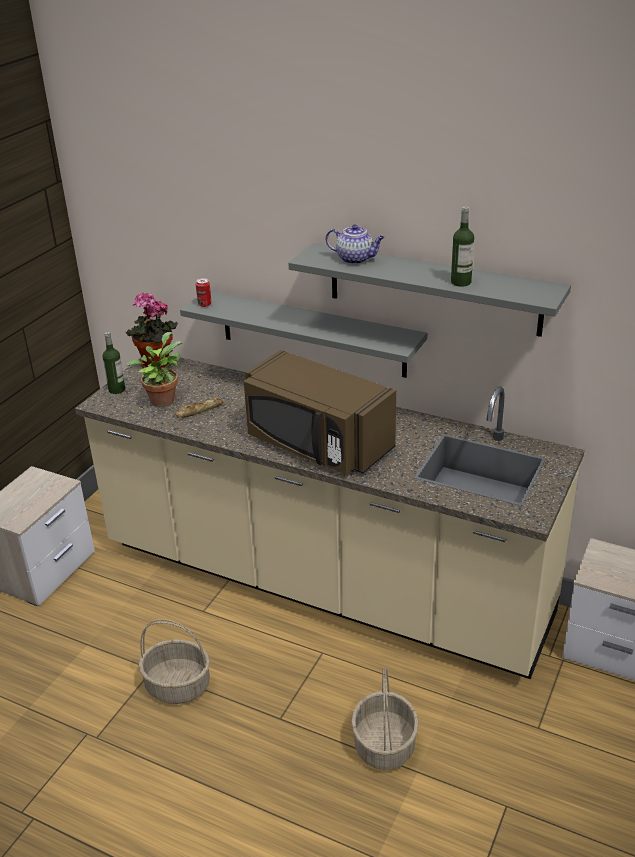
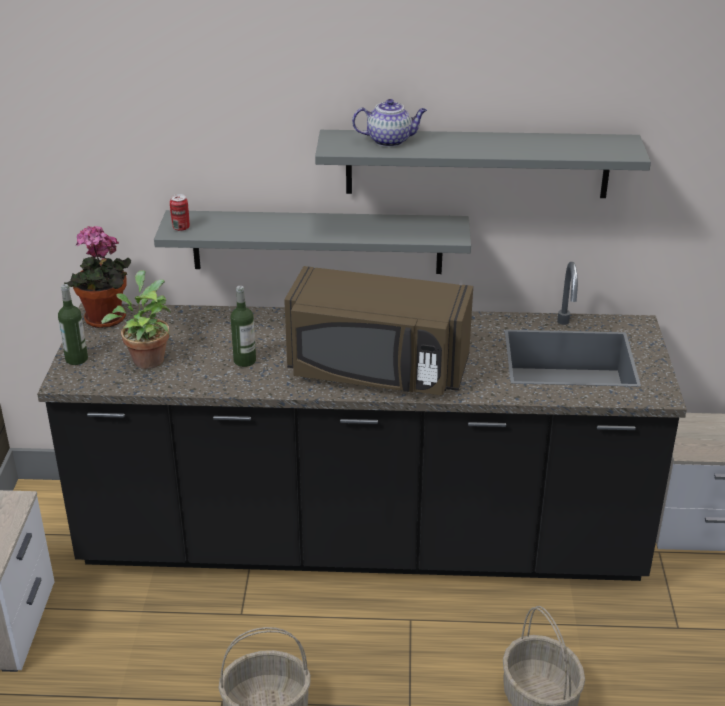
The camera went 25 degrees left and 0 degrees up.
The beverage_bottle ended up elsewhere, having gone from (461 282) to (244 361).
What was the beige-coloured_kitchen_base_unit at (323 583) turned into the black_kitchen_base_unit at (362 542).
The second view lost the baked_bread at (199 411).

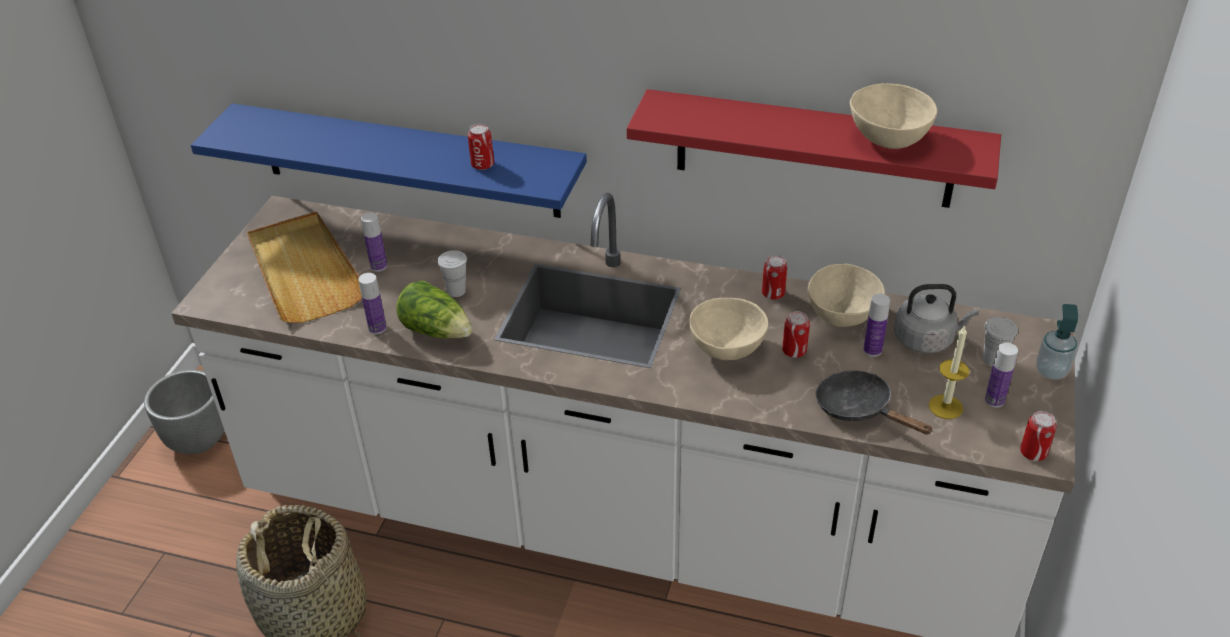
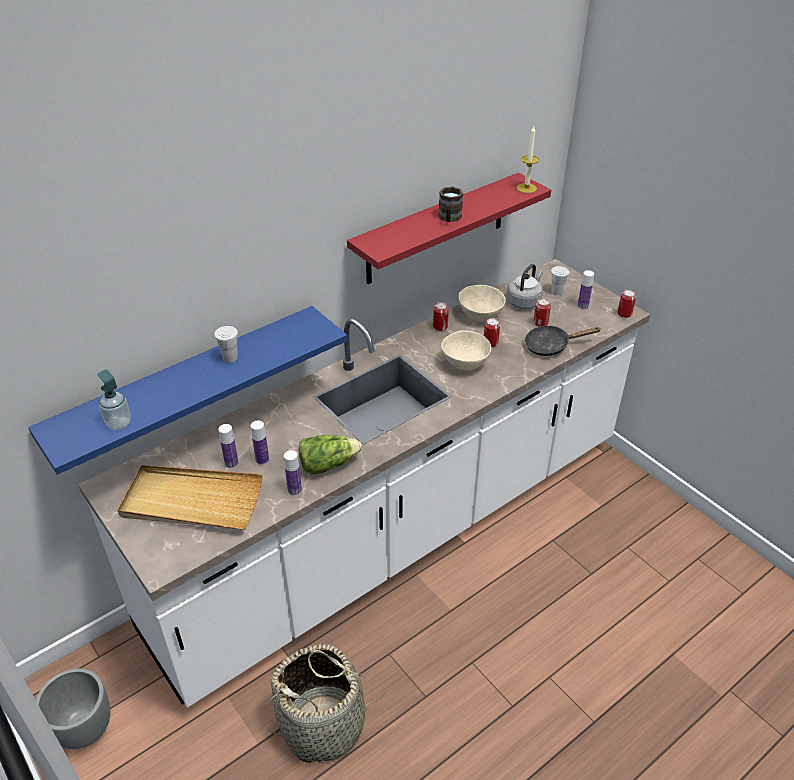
The camera went 55 degrees left and 0 degrees up.
The second view lost the beige-coloured_bowl at (888 138).
The sealed_can ended up elsewhere, having gone from (482 165) to (540 323).
The white_cup ended up elsewhere, having gone from (456 291) to (230 358).
The beverage_bottle ended up elsewhere, having gone from (872 350) to (262 460).
The soap_bottle ended up elsewhere, having gone from (1051 371) to (119 423).
The wax_candle ended up elsewhere, having gone from (945 407) to (526 188).
The second view gained the brown_coffee_mug at (449 218).

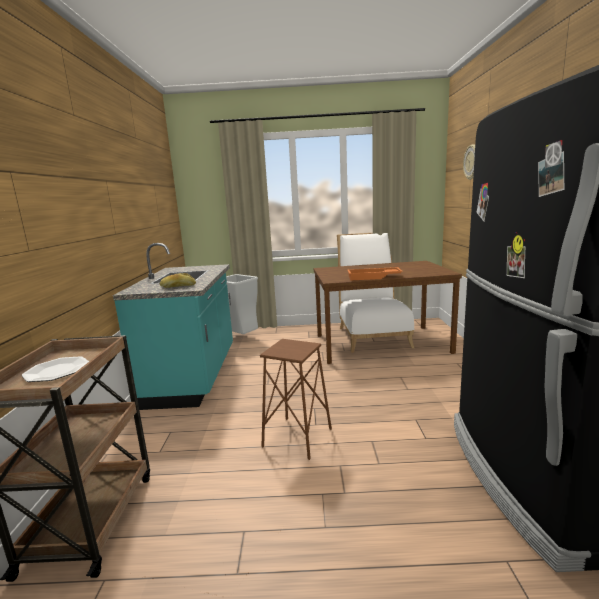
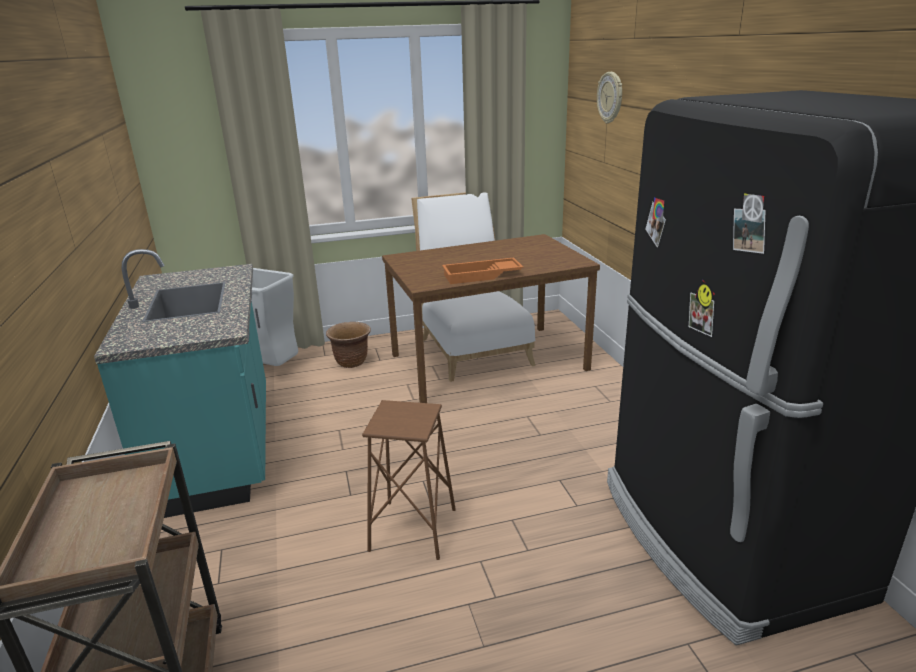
The camera went 15 degrees left and 10 degrees up.
The second view lost the baked_bread at (178 286).
The second view lost the flat_dish at (57 371).
The second view gained the brown_flower_pot at (352 362).

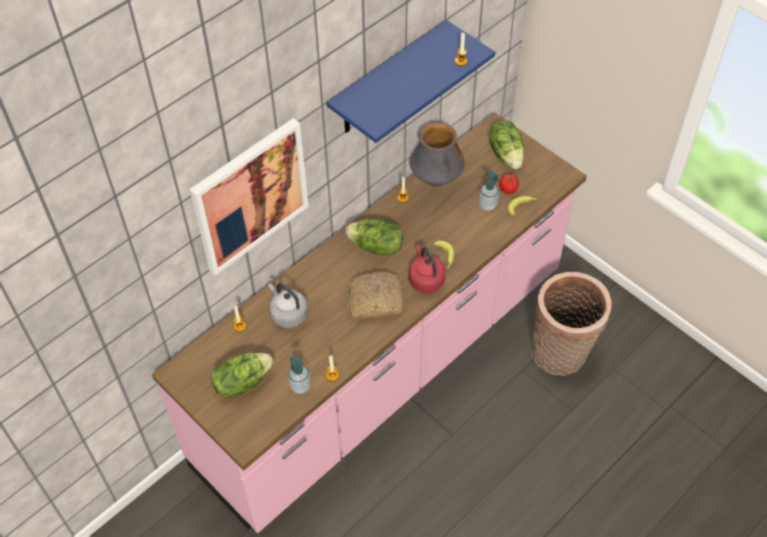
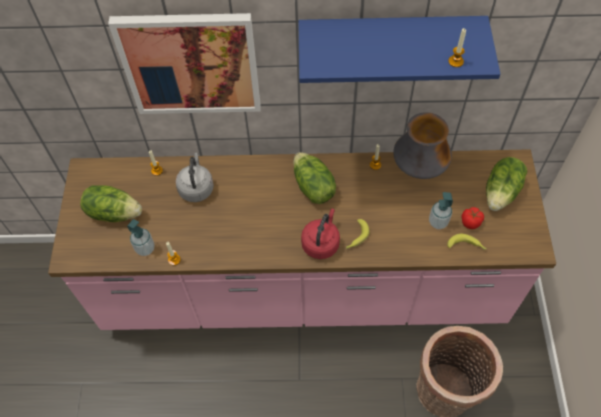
The camera went 45 degrees right and 5 degrees up.
The second view lost the baked_bread at (375 301).

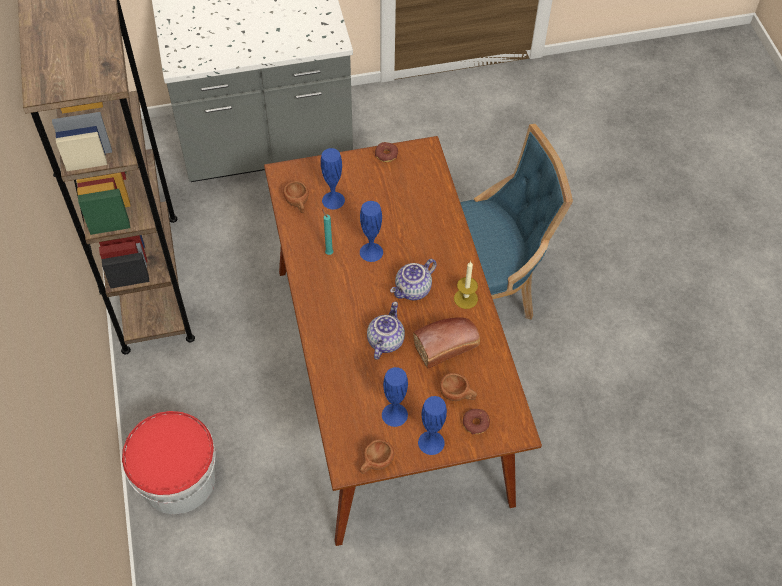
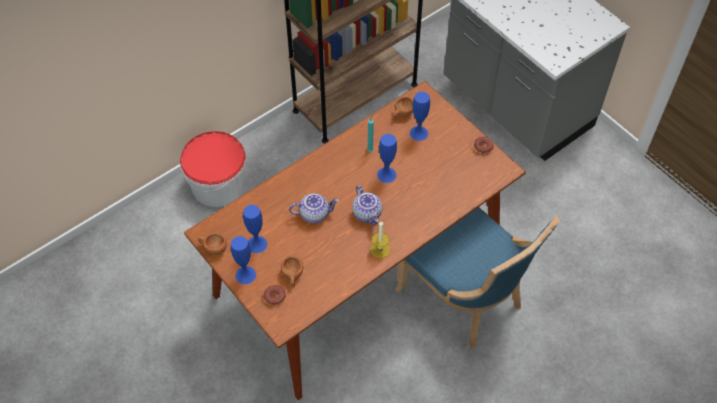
The camera went 65 degrees right and 0 degrees up.
The tea_pot at (413 290) ended up facing another way, 135 degrees counterclockwise from before.
The second view lost the baked_bread at (448 346).

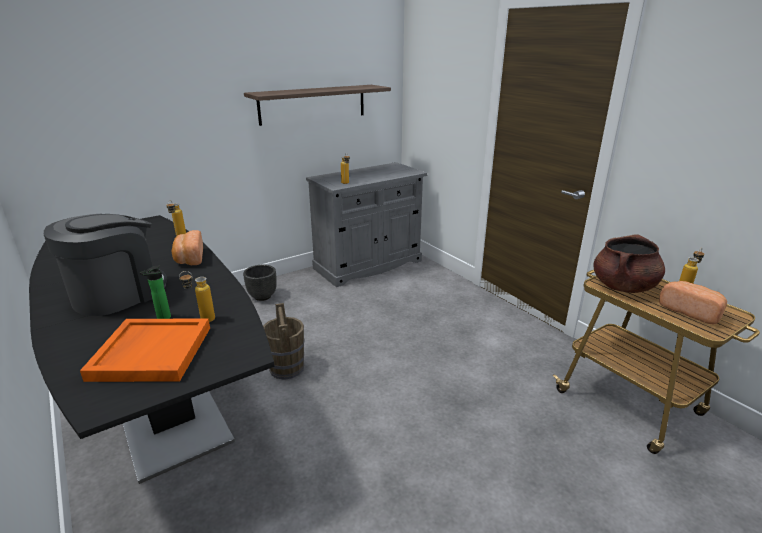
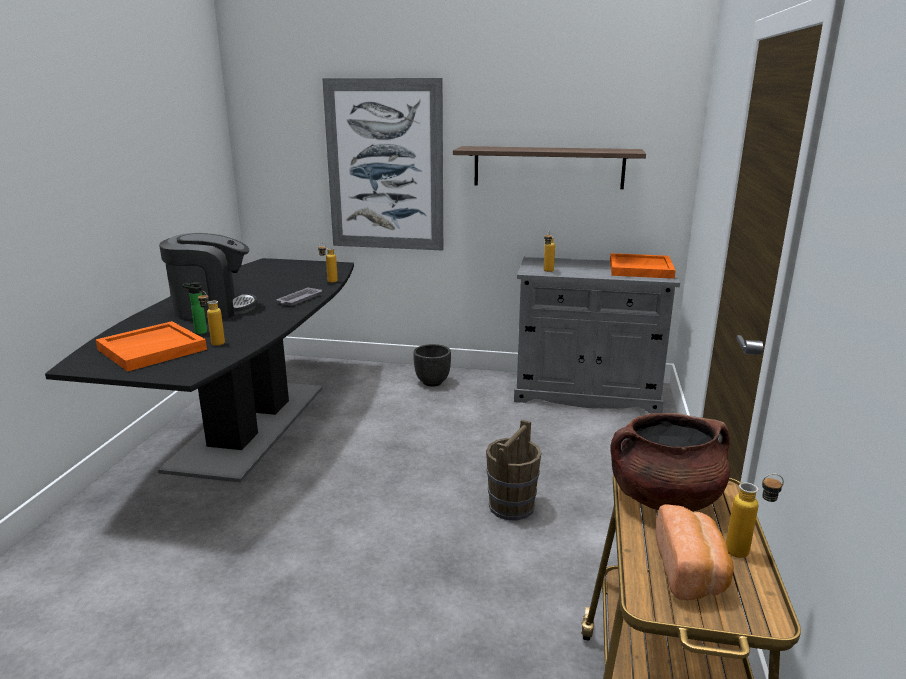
The camera went 45 degrees right and 5 degrees down.
Where the baked_bread stood at (189 258), the gray_tray came to stand at (299 300).
The brown_bucket ended up elsewhere, having gone from (287 368) to (512 506).
The second view gained the wall_art at (385 166).
The second view gained the orange_tray at (640 269).

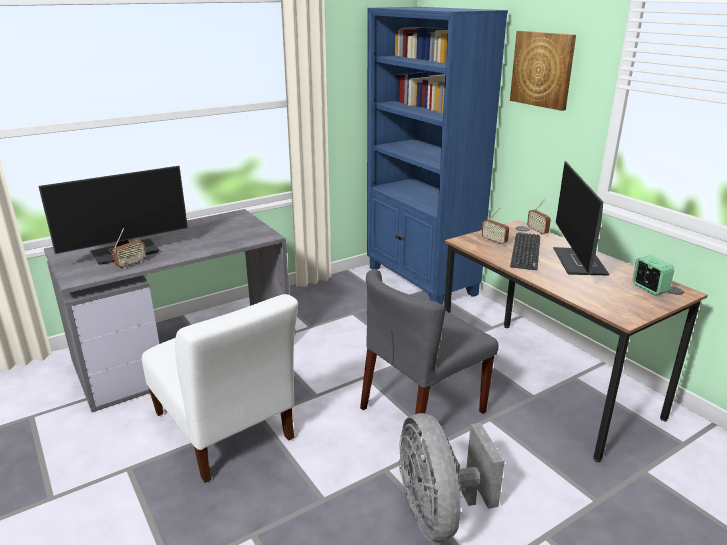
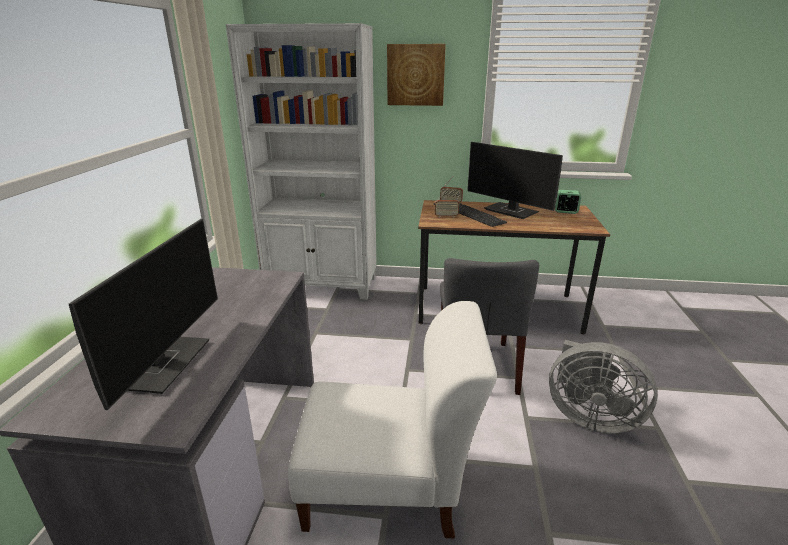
The camera went 50 degrees left and 0 degrees up.
What was the blue_bookcase at (421 281) turned into the white_bookcase at (322 286).
The second view lost the radio at (131 264).

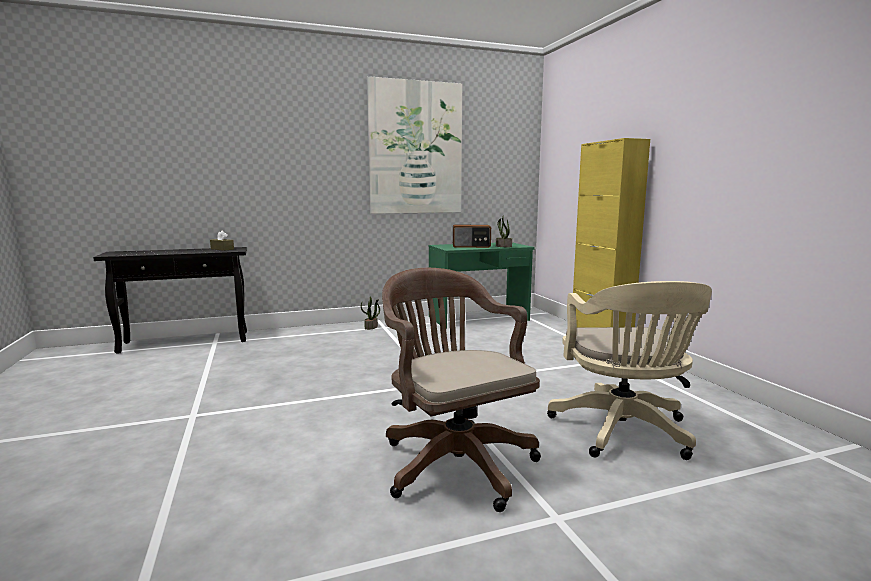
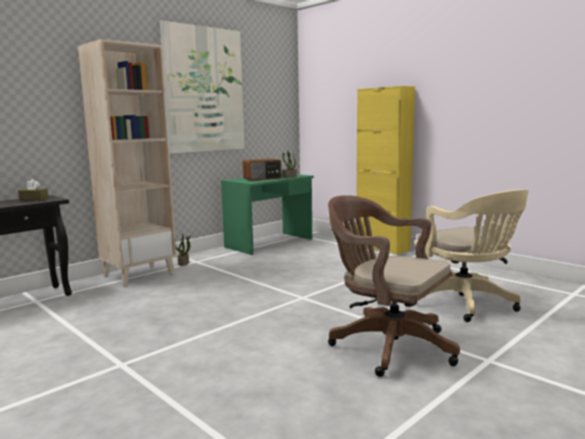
The camera went 25 degrees left and 0 degrees up.
The second view gained the beige-coloured_bookcase at (139 274).

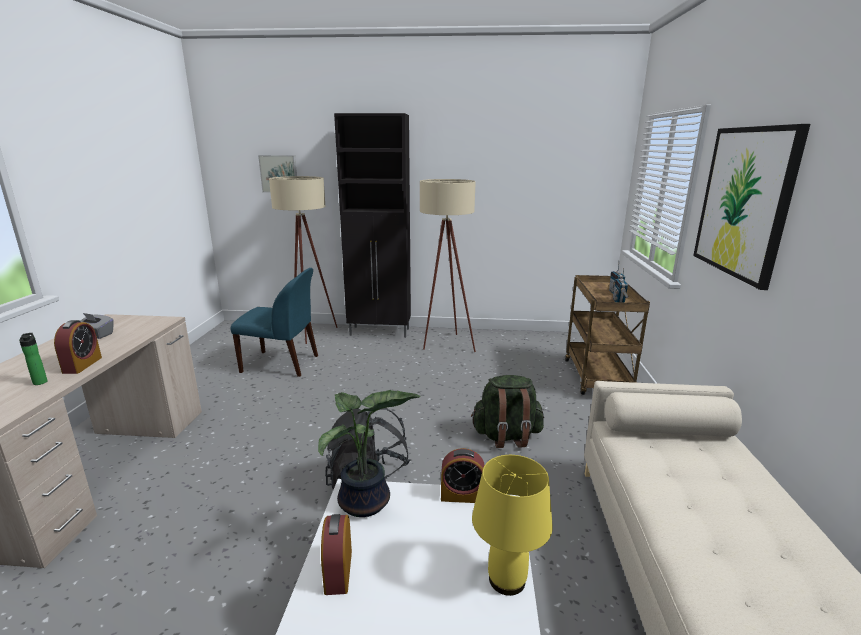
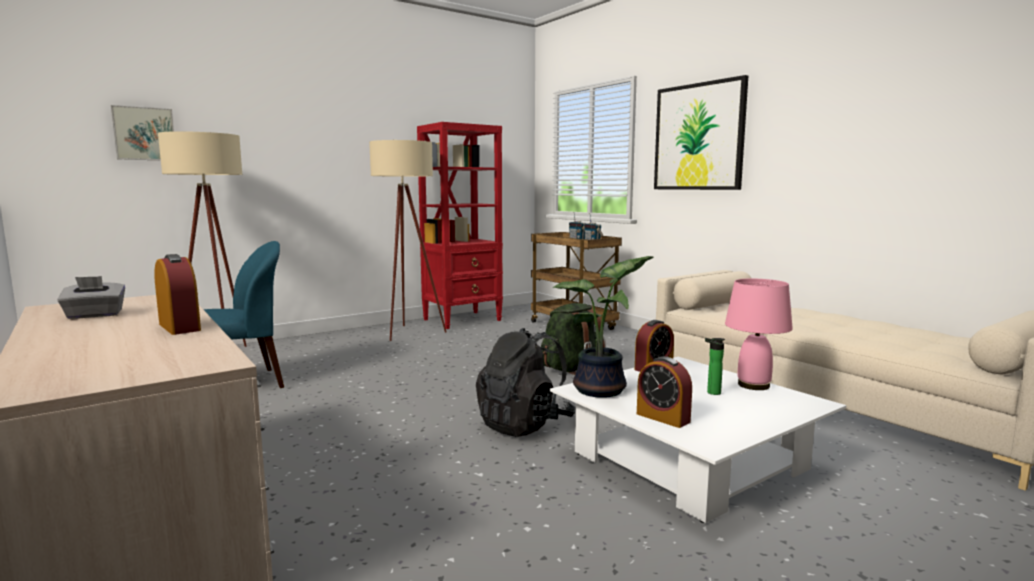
The camera went 40 degrees left and 10 degrees down.
The second view lost the black_cabinet at (380 332).
The beverage_bottle ended up elsewhere, having gone from (40 381) to (711 392).
What was the yellowish_lamp_for_a_table at (506 579) turned into the pink-coloured_lamp_for_a_table at (752 385).
The second view gained the red-coloured_bookcase at (463 320).

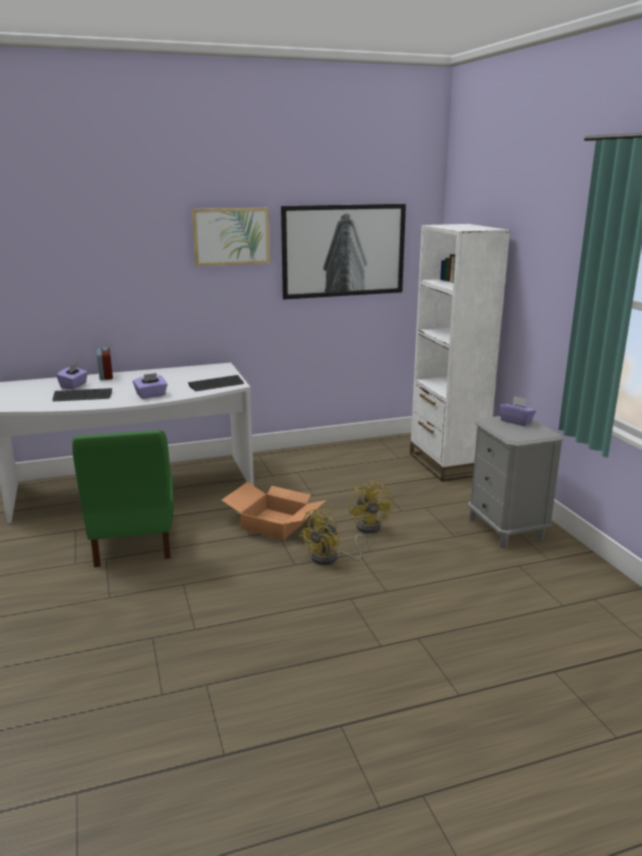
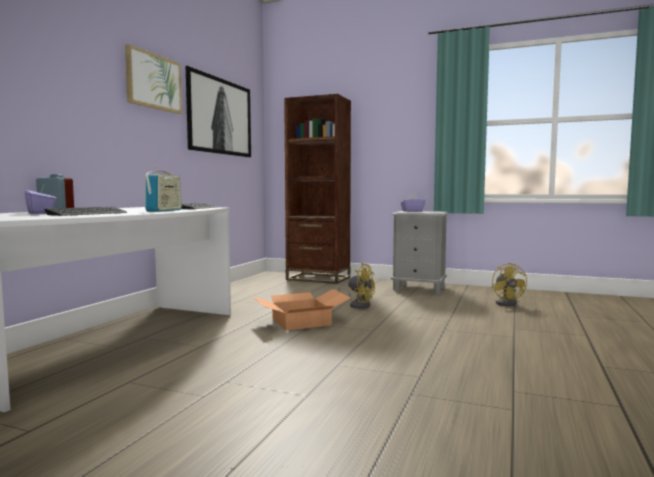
The camera went 50 degrees left and 15 degrees down.
What was the white_bookcase at (447 464) turned into the brown_bookcase at (318 278).
Where the purple_tissue_box stood at (151 395), the radio came to stand at (164 210).
The second view lost the green_upright_chair at (133 542).
The yellowish_electric_fan ended up elsewhere, having gone from (330 559) to (507 303).

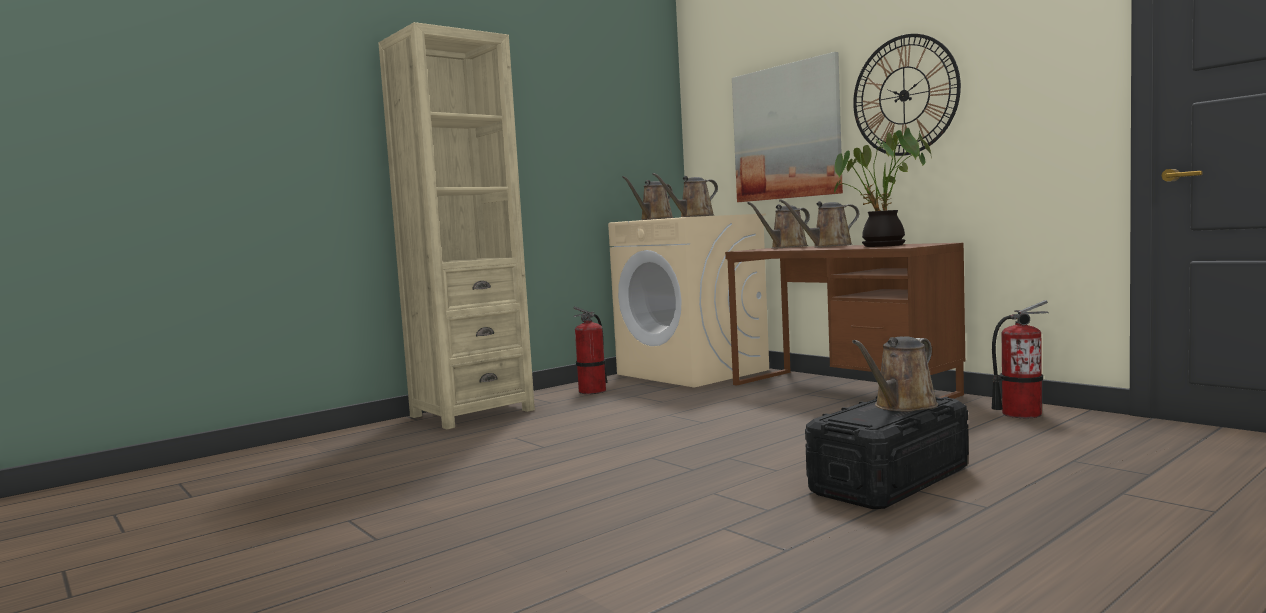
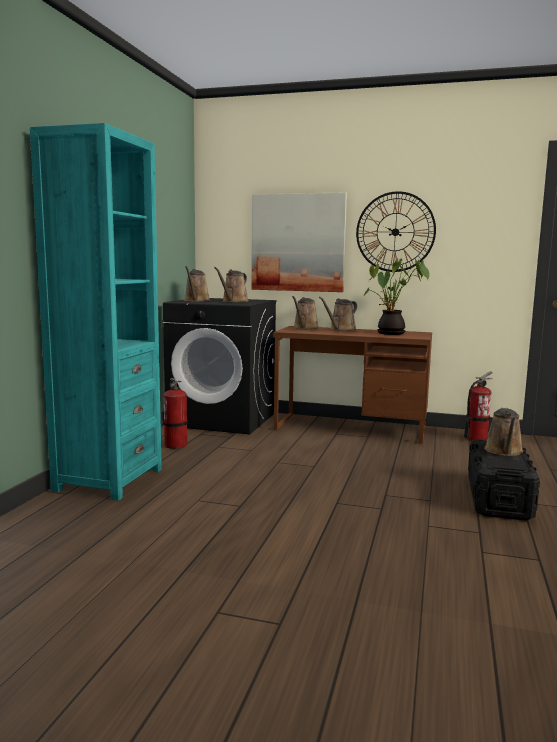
The camera went 35 degrees left and 5 degrees up.
What was the beige-coloured_bookcase at (472 413) turned into the blue-green_bookcase at (108 480).
What was the beige-coloured_laundry_appliance at (693 372) turned into the black_laundry_appliance at (223 419).

